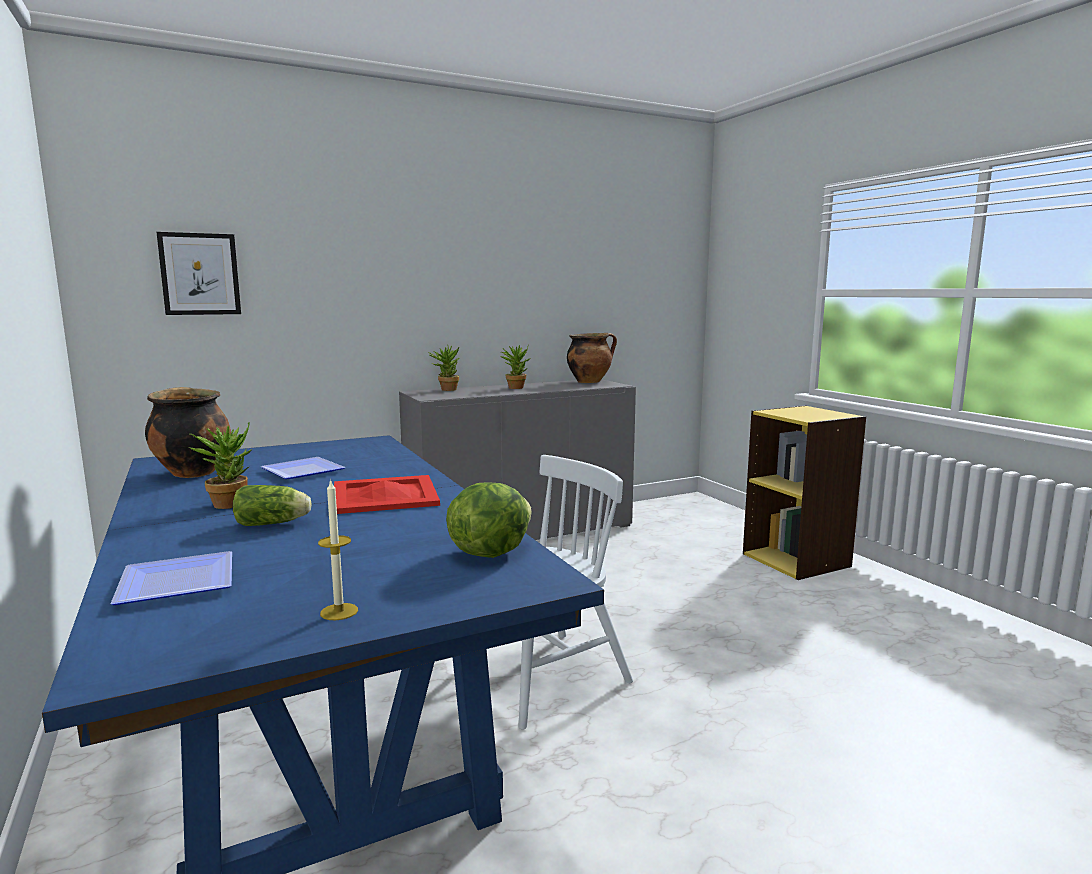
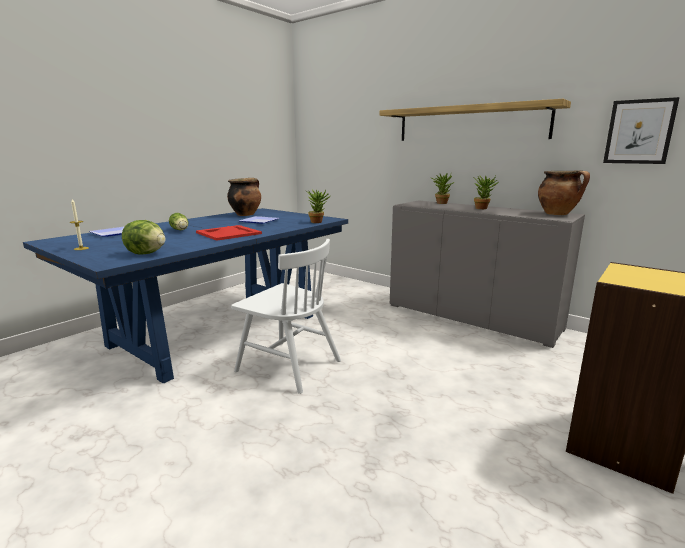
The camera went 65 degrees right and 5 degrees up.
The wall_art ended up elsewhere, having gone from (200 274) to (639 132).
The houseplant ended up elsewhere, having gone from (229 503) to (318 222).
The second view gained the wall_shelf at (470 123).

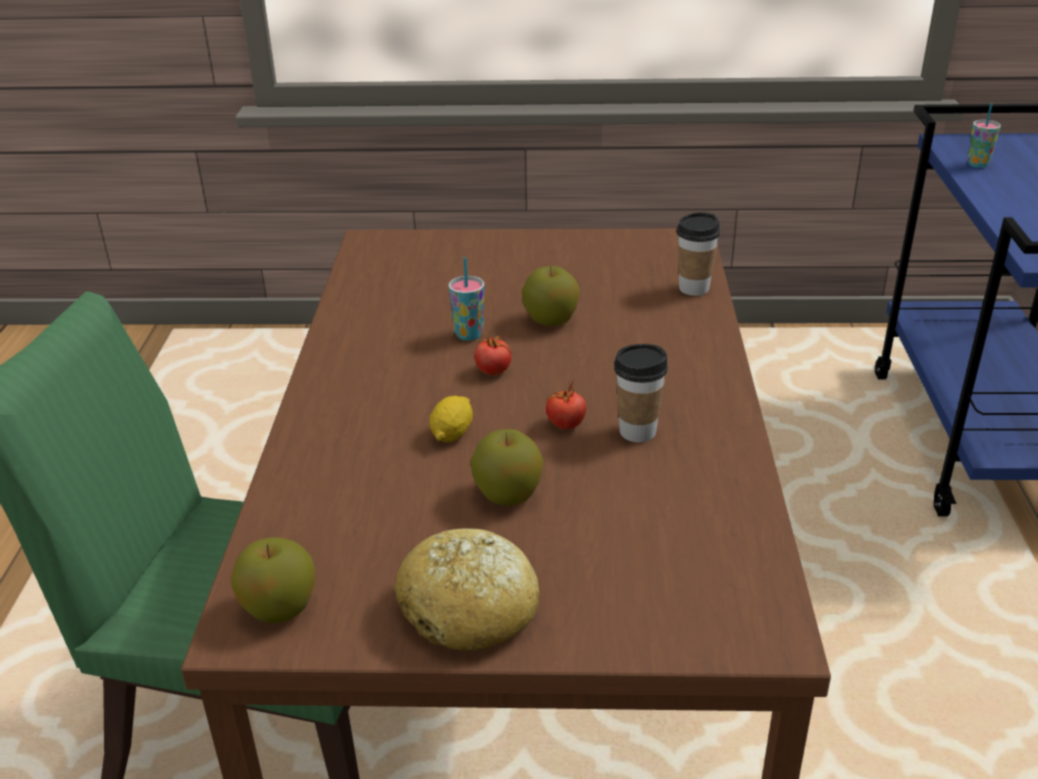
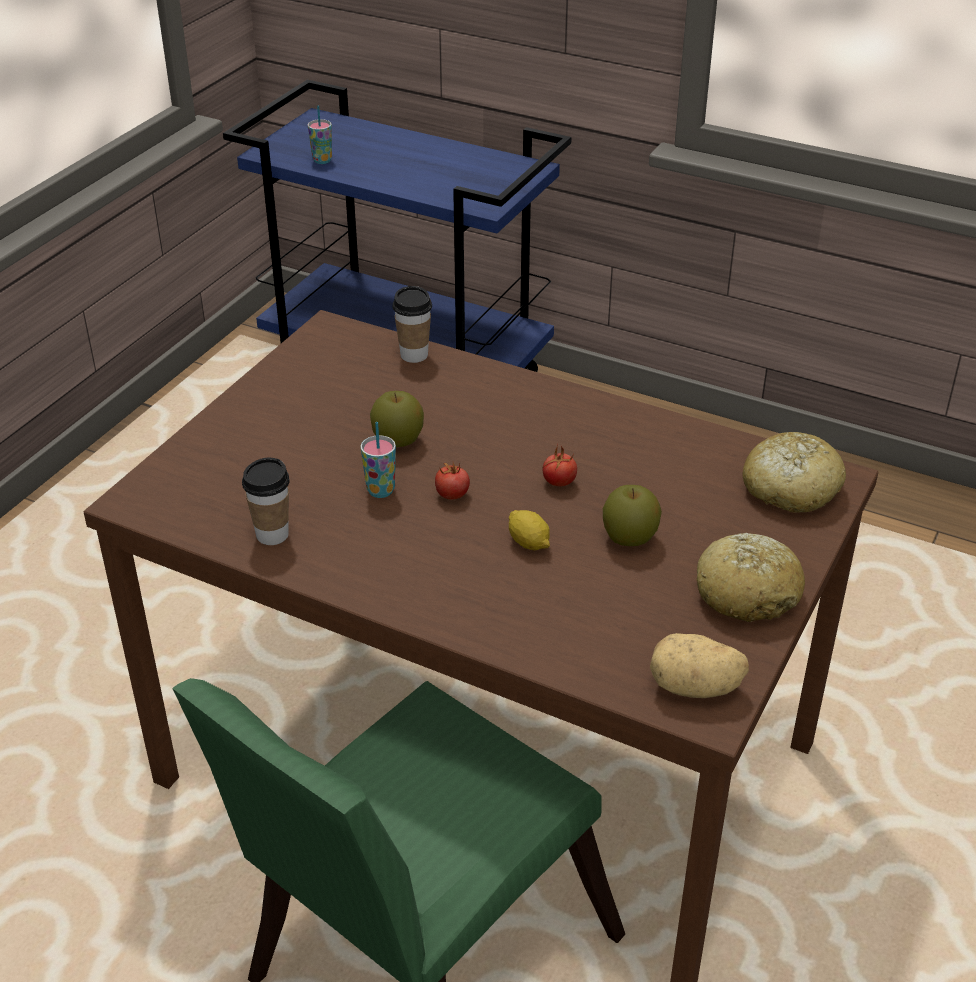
The camera went 65 degrees left and 5 degrees up.
The cup ended up elsewhere, having gone from (637 431) to (272 535).
Where the apple_fruit stood at (279 608), the whole_potato came to stand at (695 688).
The second view gained the baked_bread at (790 488).

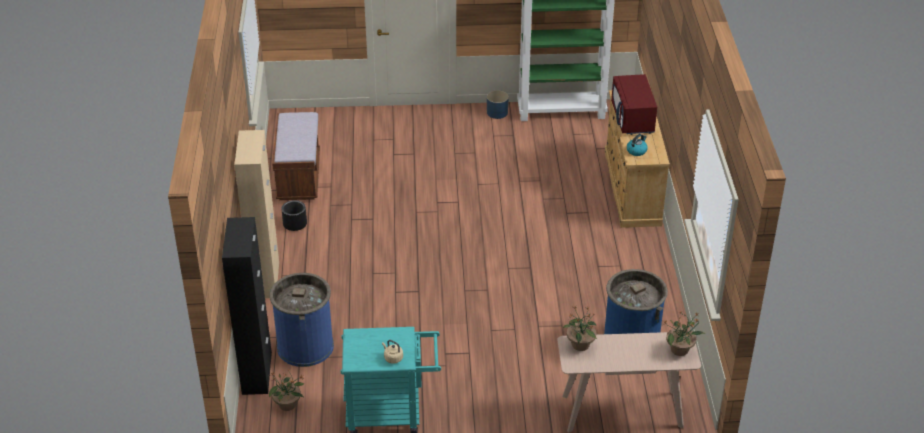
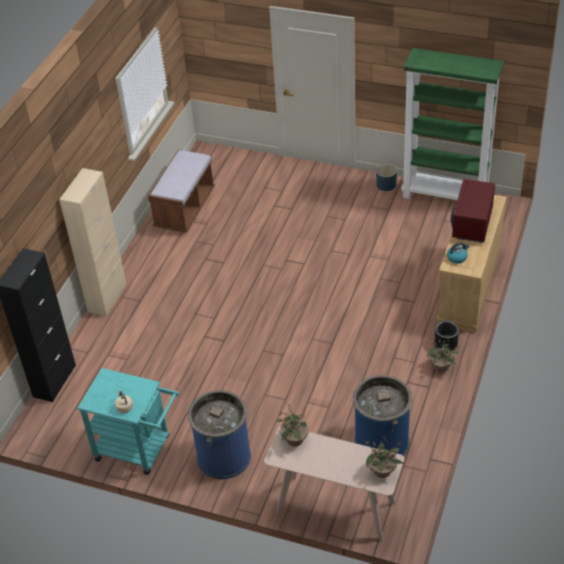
The camera went 25 degrees right and 5 degrees up.
The black_flower_pot ended up elsewhere, having gone from (295 224) to (445 343).
The blue_waste_bin ended up elsewhere, having gone from (305 346) to (223 456).
The houseplant ended up elsewhere, having gone from (288 405) to (441 367).

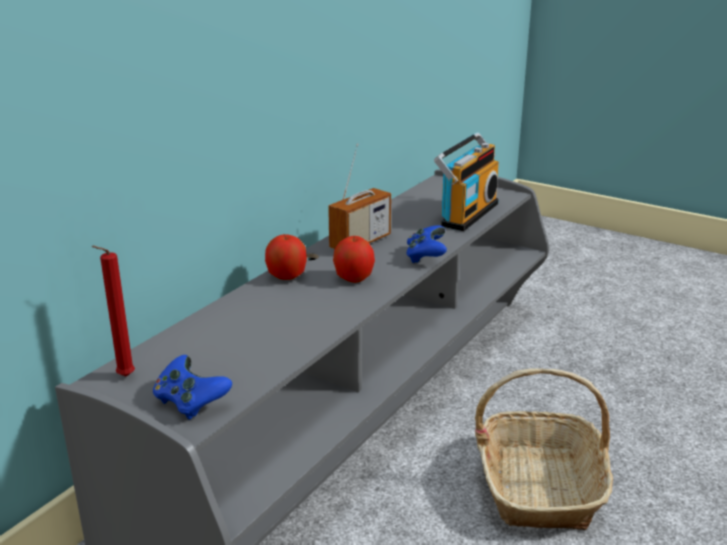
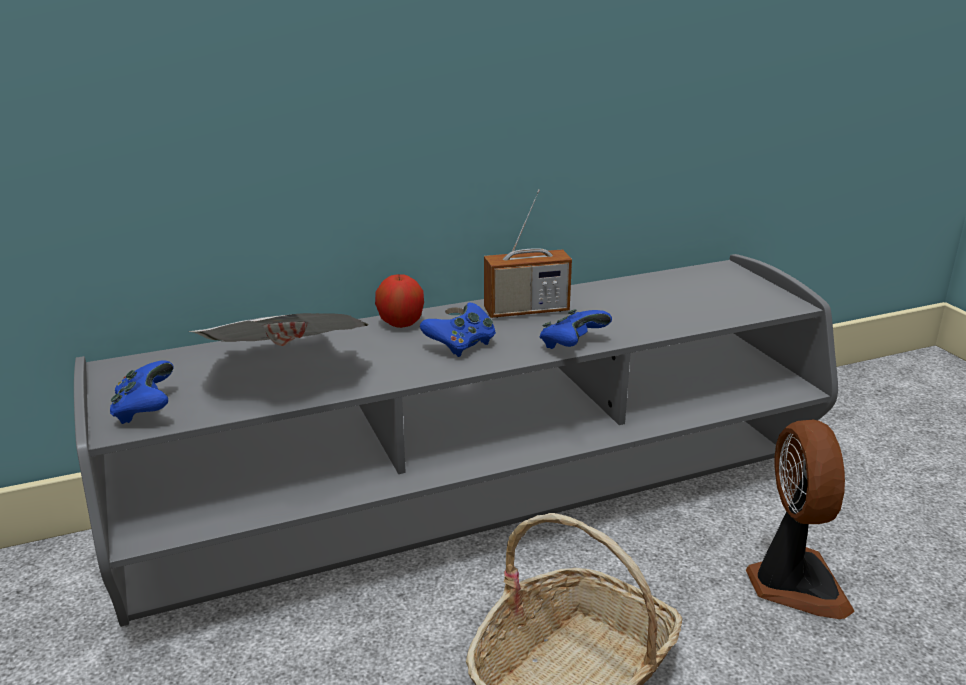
The camera went 35 degrees right and 0 degrees up.
The second view lost the radio at (466 214).
Where the apple_fruit stood at (354 278), the blue_joypad came to stand at (461 345).
The second view lost the red-coloured_wax_candle at (123 377).
The second view gained the newspaper at (287 371).
The second view gained the electric_fan at (793 583).

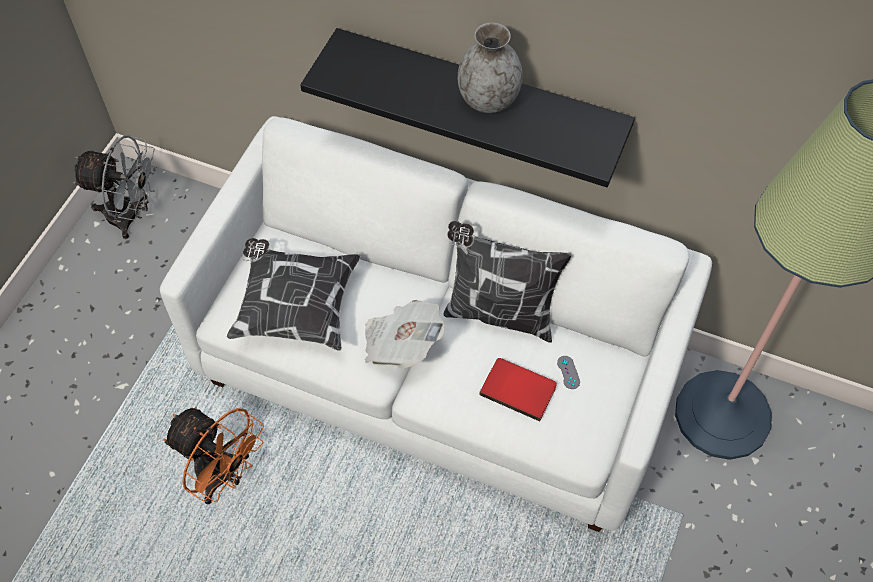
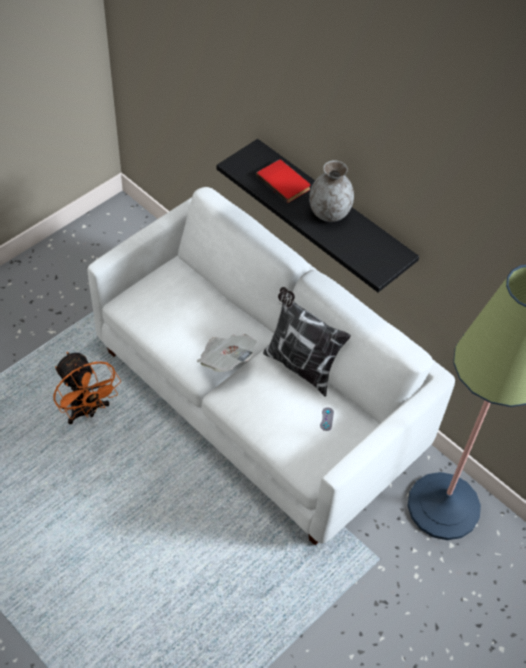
The camera went 20 degrees right and 5 degrees down.
The second view lost the gray_electric_fan at (131 216).
The second view lost the throw_pillow at (295 307).
The red-coloured_bound_book ended up elsewhere, having gone from (519 388) to (284 182).

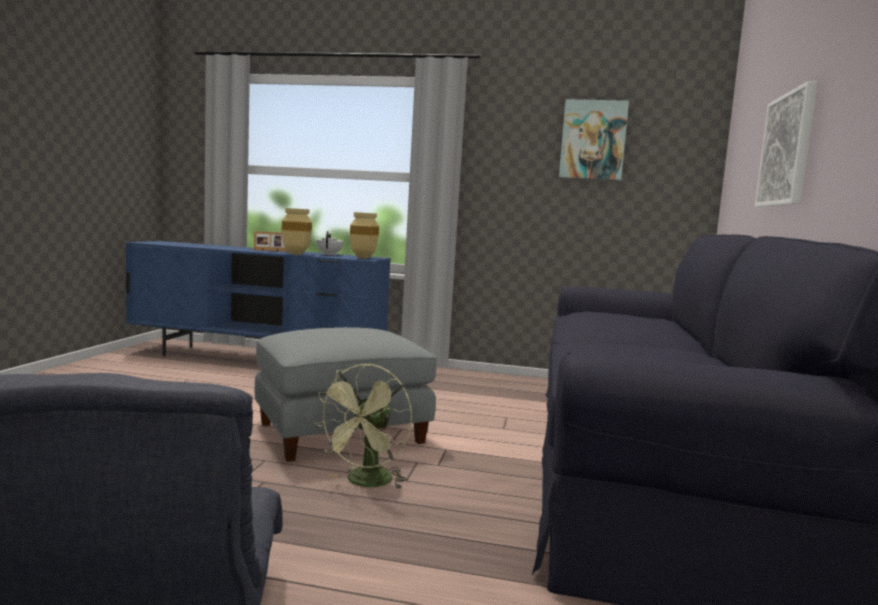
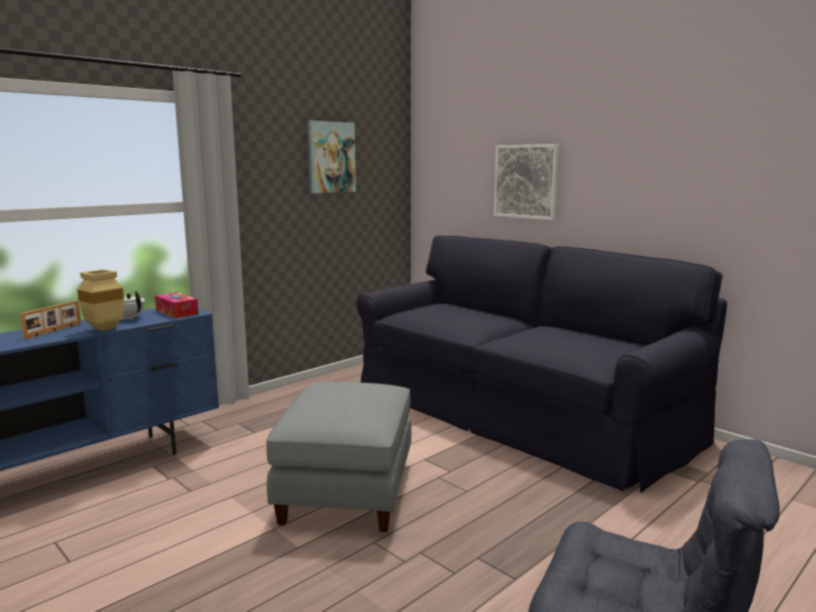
The camera went 55 degrees left and 5 degrees up.
Where the beige-coloured_vase stood at (363 258), the tissue_box came to stand at (177 312).
The second view lost the green_electric_fan at (366 483).

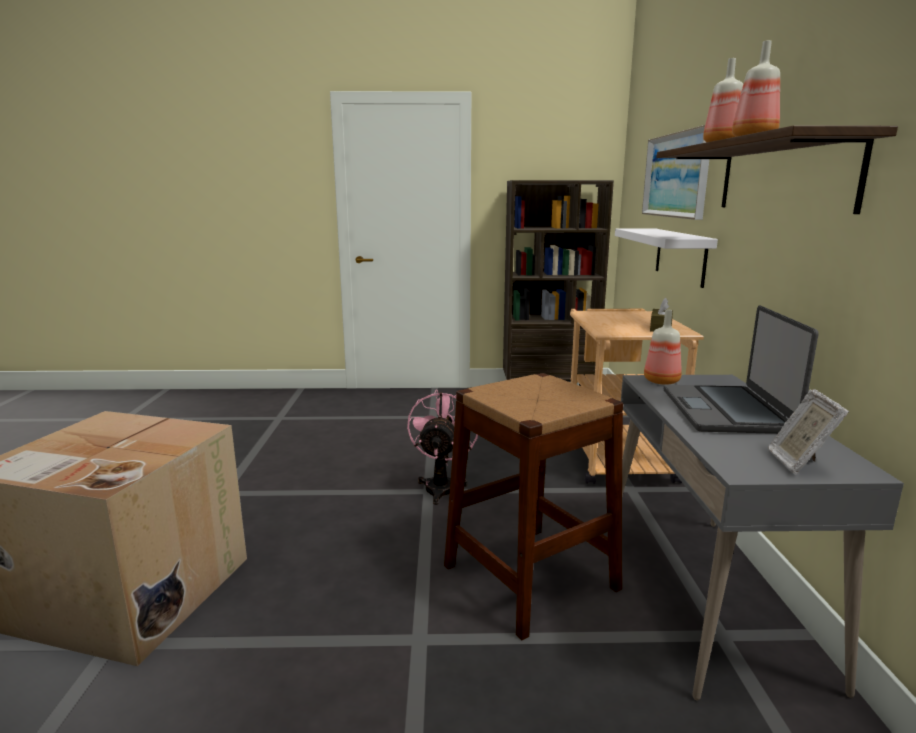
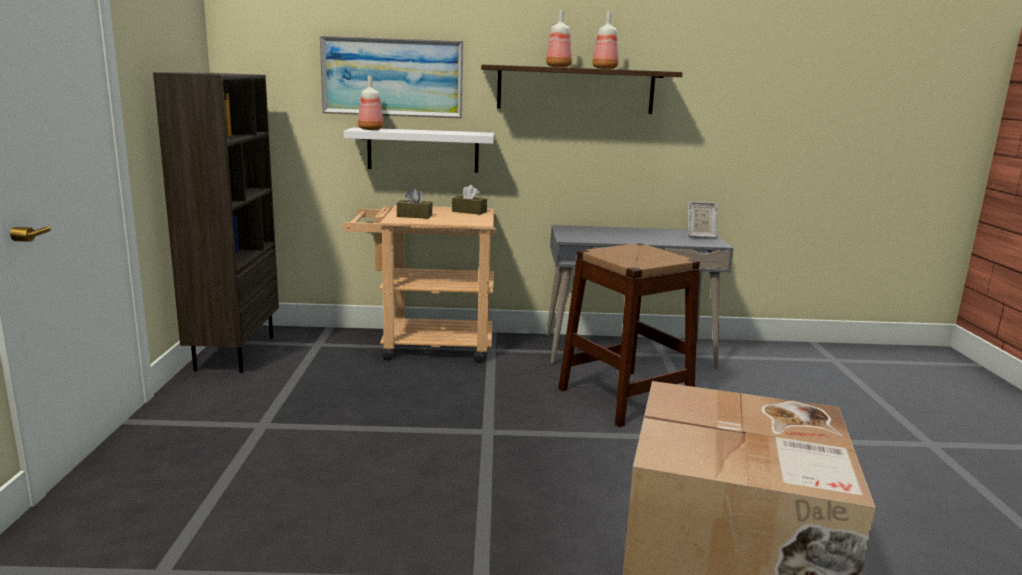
The camera went 90 degrees left and 0 degrees up.
The second view lost the portable_computer at (727 411).
The beverage_bottle ended up elsewhere, having gone from (661 381) to (369 129).
The second view lost the pink-coloured_electric_fan at (442 485).
The second view gained the brown_tissue_box at (414 216).

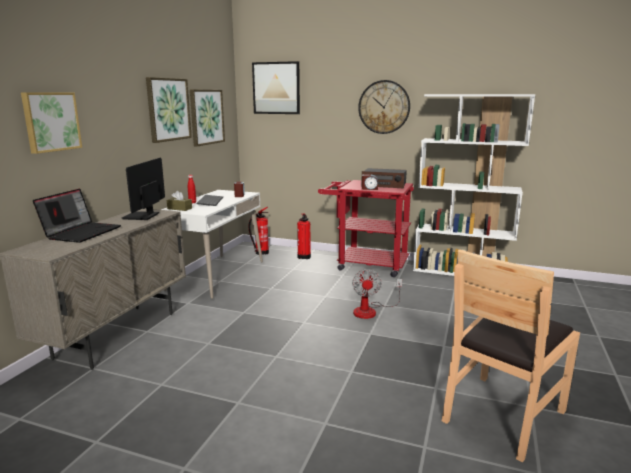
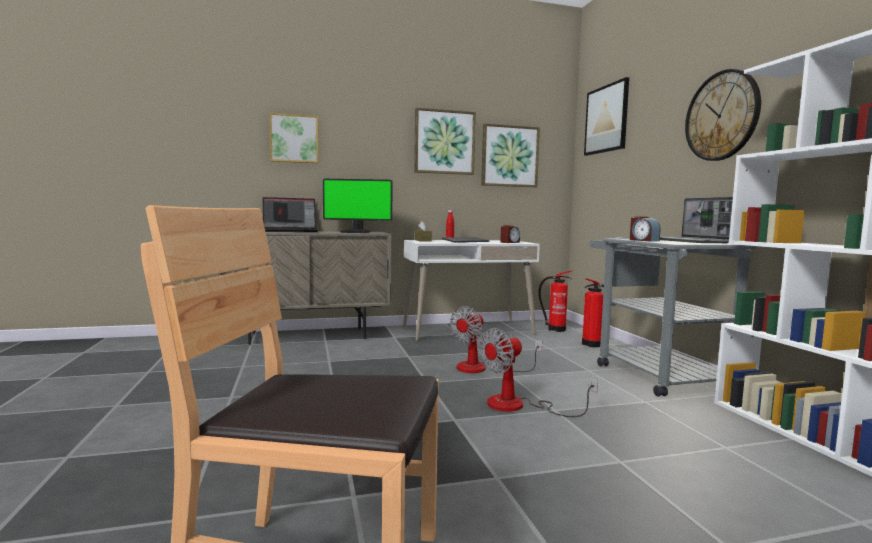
The camera went 55 degrees right and 10 degrees down.
The monitor at (142 216) ended up facing another way, 150 degrees counterclockwise from before.
Where the radio stood at (384 185), the portable_computer came to stand at (690 241).
What was the red-coloured_cart at (365 264) turned into the gray_cart at (653 373).
The second view gained the electric_fan at (482 368).

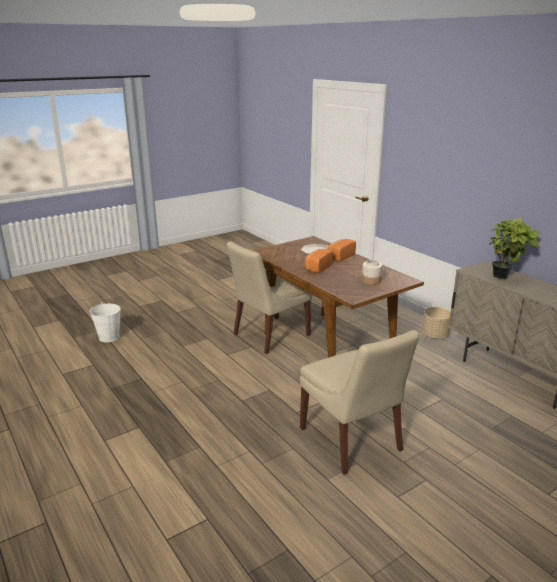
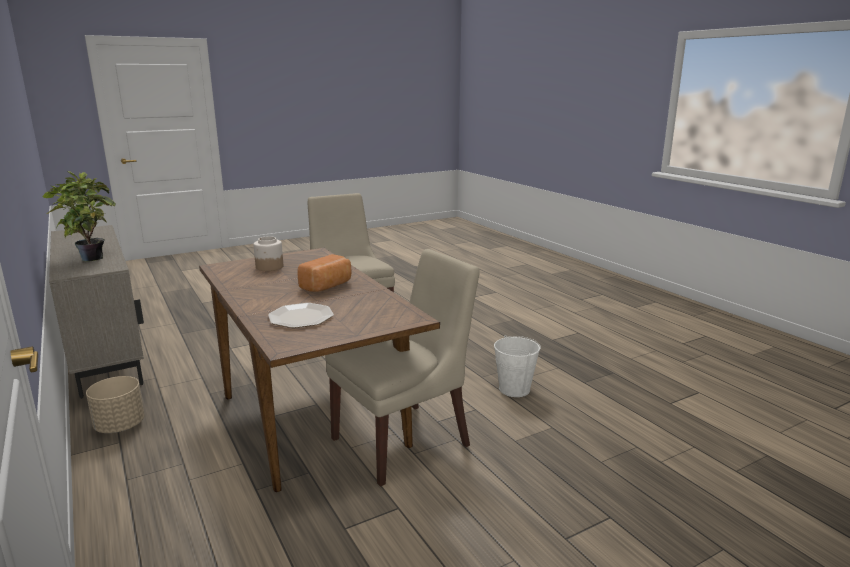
The camera went 175 degrees left and 5 degrees down.
The second view lost the baked_bread at (340 256).
The white_bucket ended up elsewhere, having gone from (109 337) to (514 389).

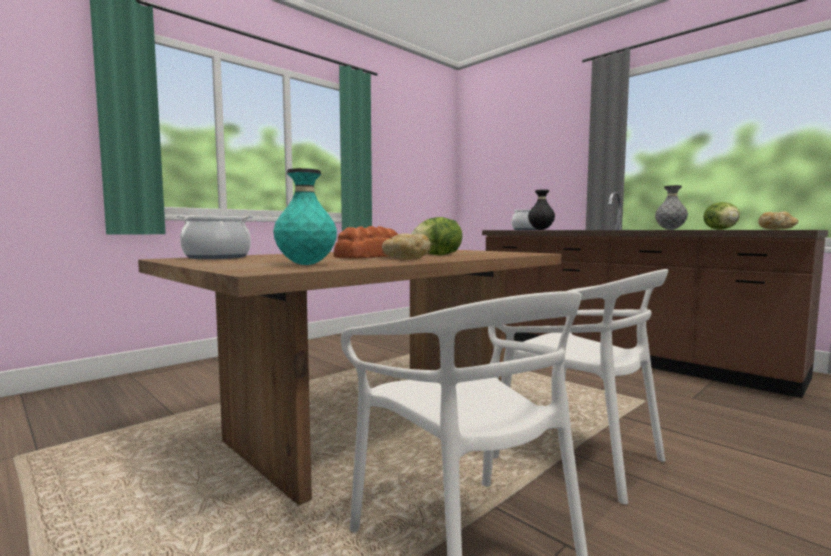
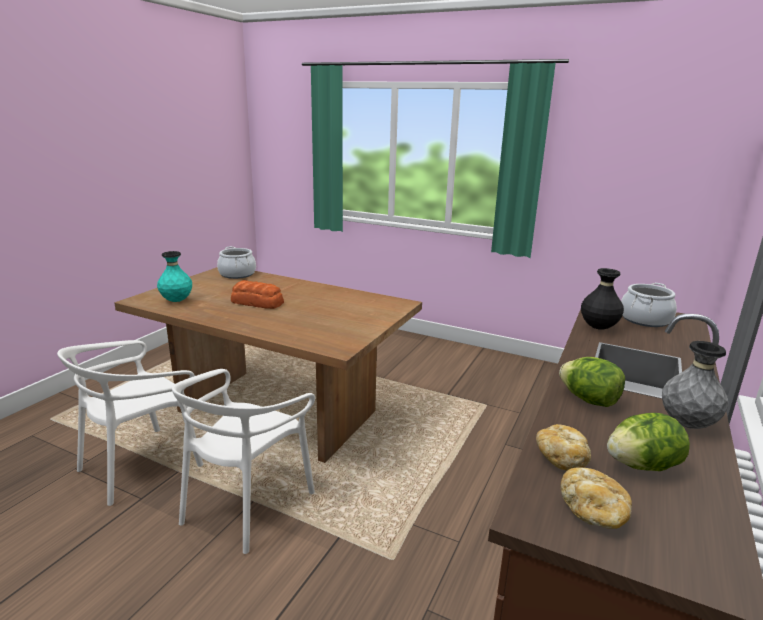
The camera went 70 degrees right and 15 degrees up.
The head_of_lettuce ended up elsewhere, having gone from (437 255) to (589 400).
The baked_bread ended up elsewhere, having gone from (404 259) to (561 458).

